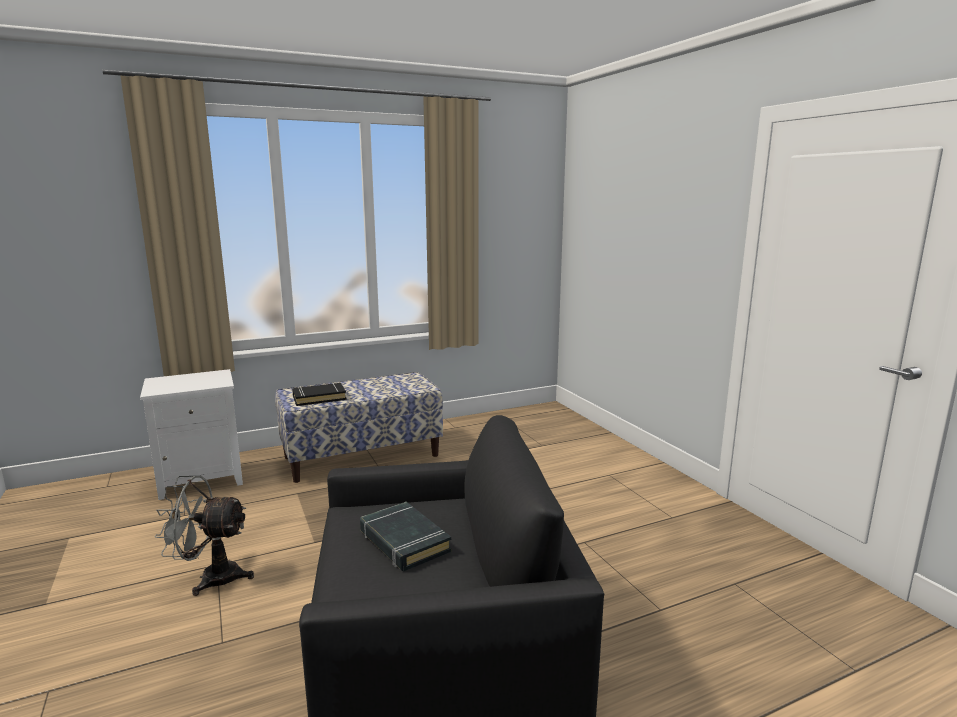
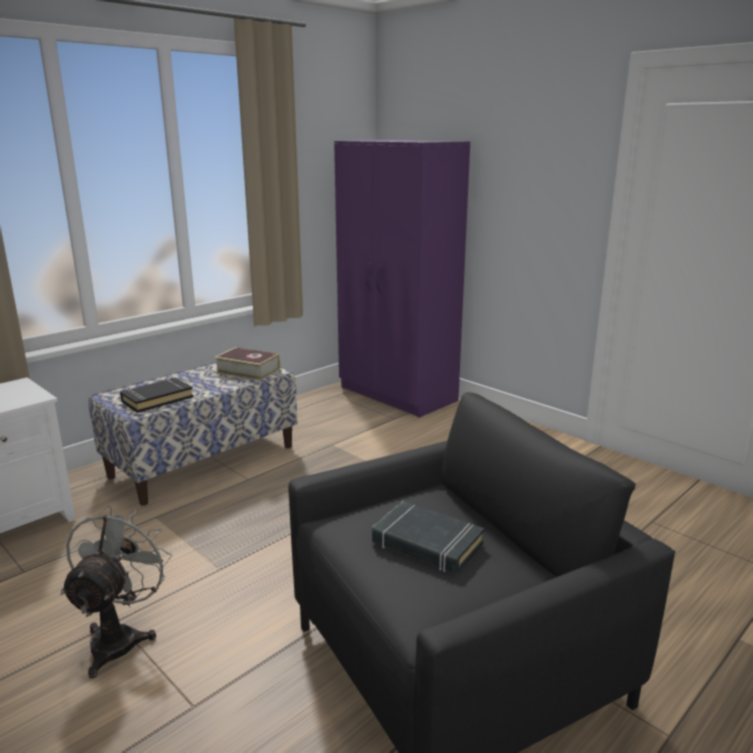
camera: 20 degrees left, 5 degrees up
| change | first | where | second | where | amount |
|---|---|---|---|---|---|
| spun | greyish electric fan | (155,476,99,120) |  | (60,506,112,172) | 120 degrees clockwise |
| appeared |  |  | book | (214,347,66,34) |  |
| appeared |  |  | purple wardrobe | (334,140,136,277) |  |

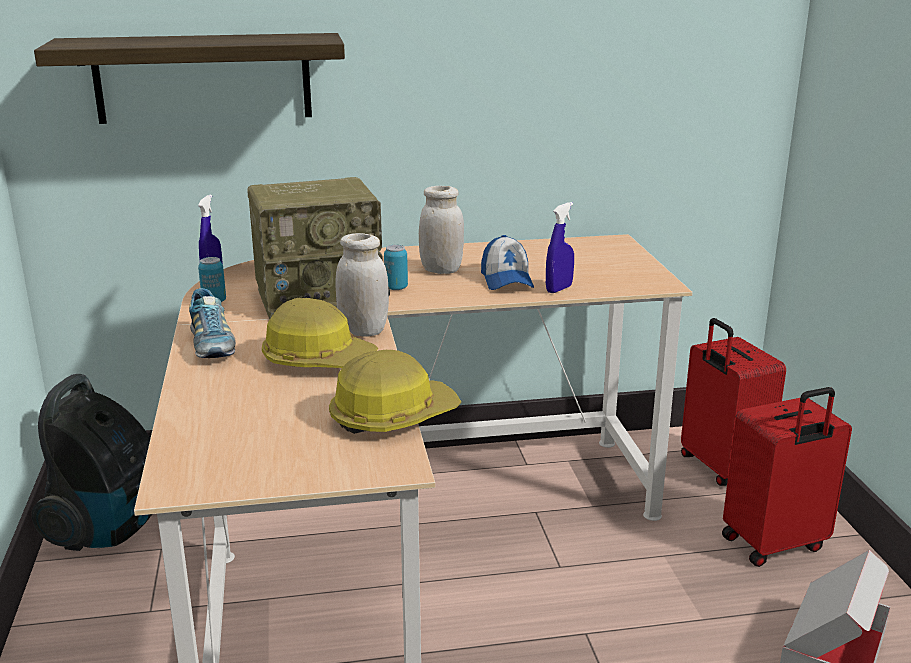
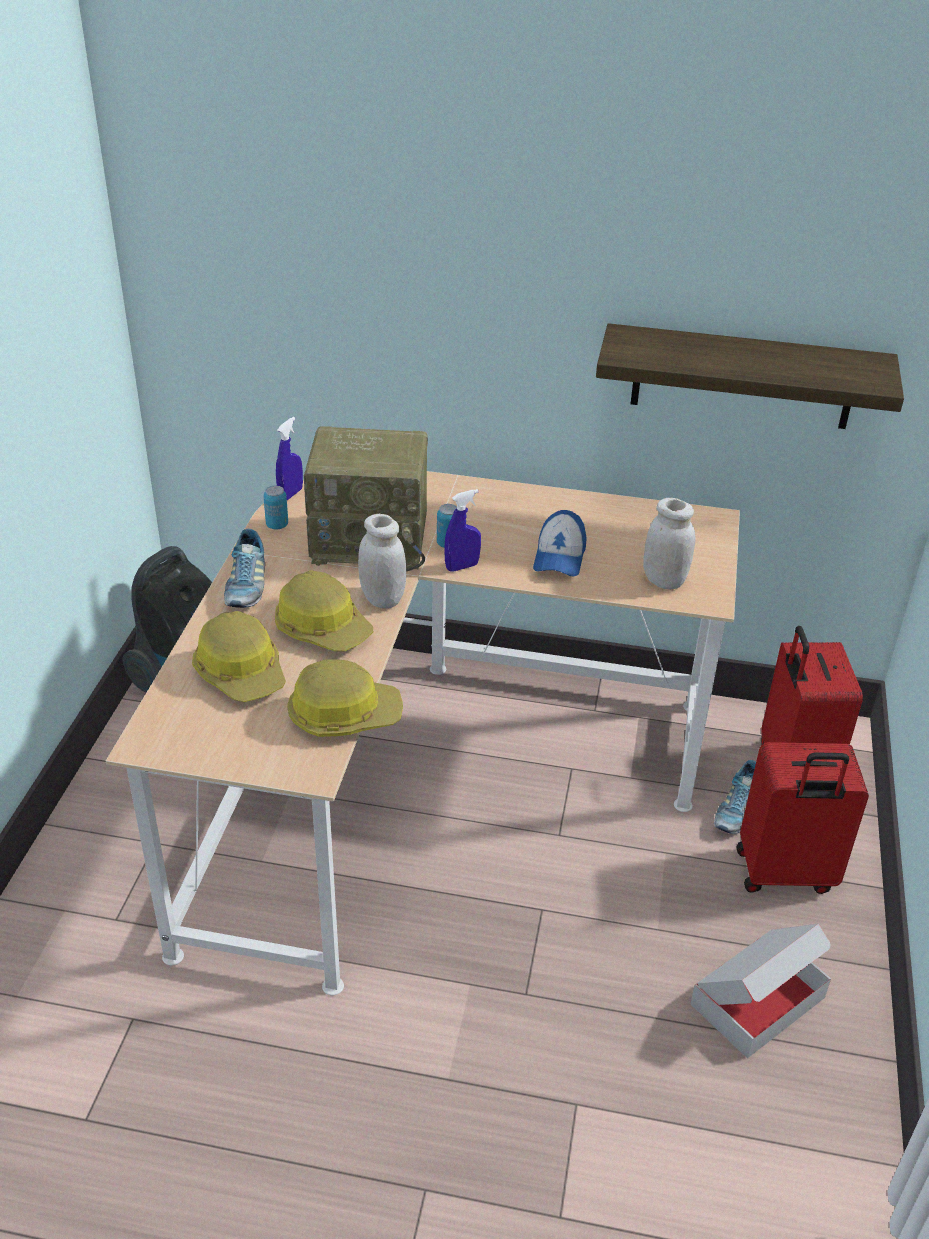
camera: 20 degrees right, 15 degrees up
| change | first | where | second | where | amount |
|---|---|---|---|---|---|
| appeared |  |  | hard hat | (192,611,94,91) |  |
| relocated | blue-coloured sprayer | (546,202,28,91) |  | (444,489,37,83) |  |
| relocated | shelf | (34,33,311,91) |  | (596,323,308,106) |  |
| relocated | white-coloured storage jar | (419,186,45,88) |  | (643,498,53,91) |  |
| appeared |  |  | low shoe | (714,760,42,74) |  |

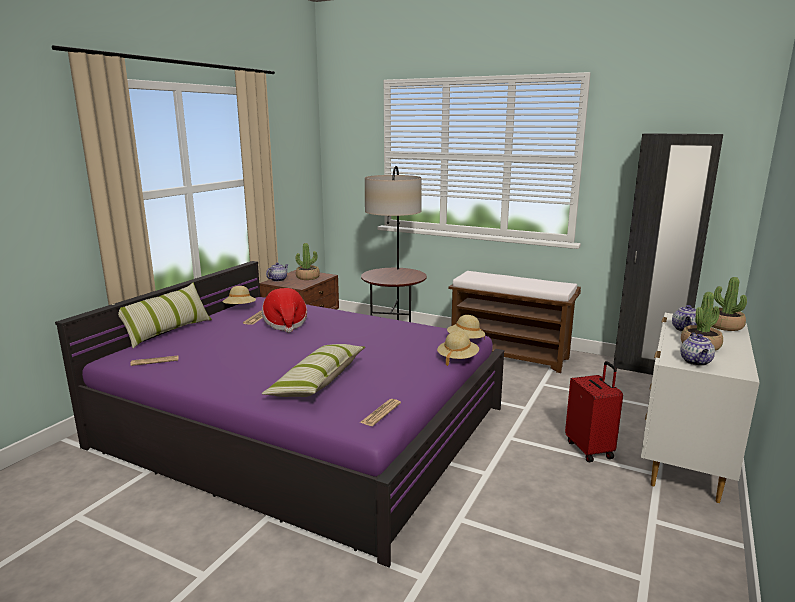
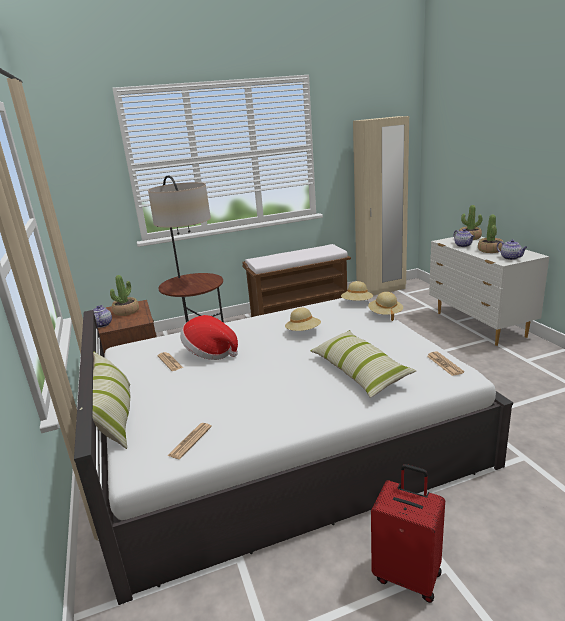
camera: 45 degrees left, 5 degrees up
| change | first | where | second | where | amount |
|---|---|---|---|---|---|
| colour | purple bed | (55,261,449,307) | white-coloured bed | (74,298,439,307) |  |
| relocated | beige hat | (222,286,34,18) |  | (285,308,36,23) |  |
| colour | blackish wardrobe | (613,133,110,242) | beige wardrobe | (353,116,56,179) |  |
| relocated | reddish travel case | (565,361,58,101) |  | (371,464,74,139) |  |

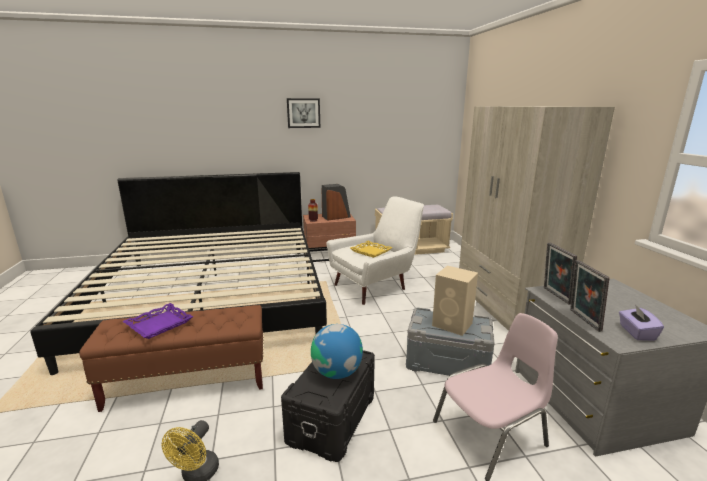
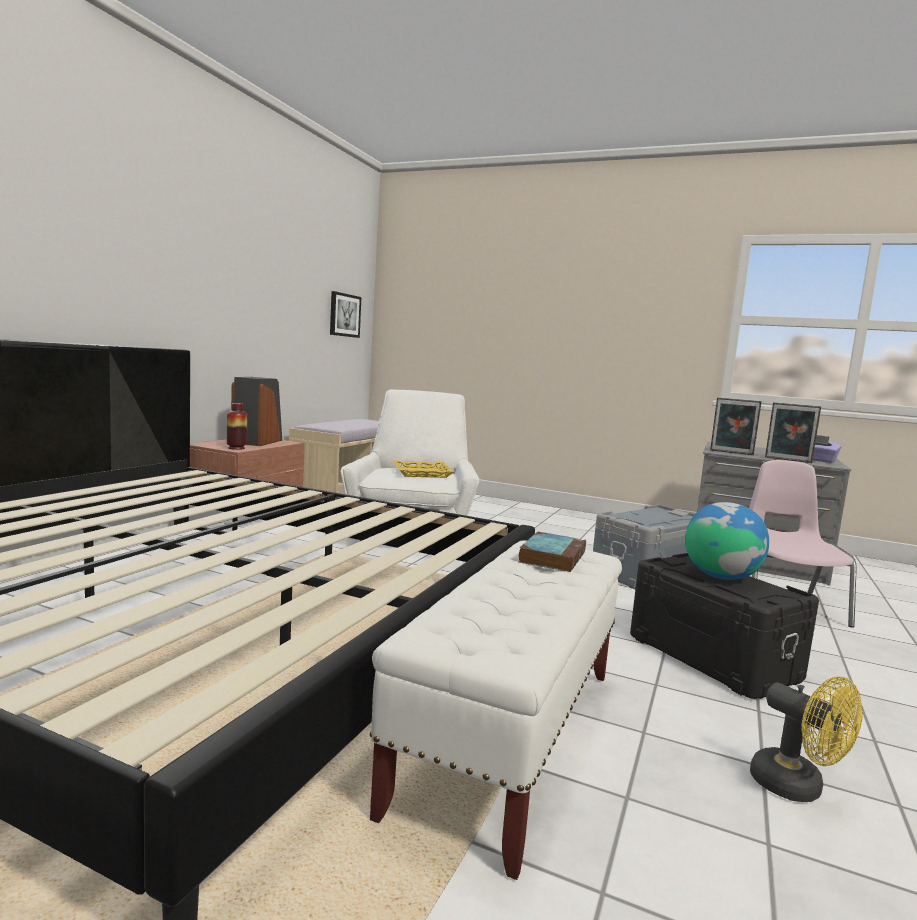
camera: 55 degrees left, 10 degrees down
| change | first | where | second | where | amount |
|---|---|---|---|---|---|
| relocated | wall art | (287,98,33,30) |  | (330,291,31,47) |  |
| colour | brown-coloured indoor bench | (79,305,184,107) | white-coloured indoor bench | (370,540,252,340) |  |
| appeared |  |  | book | (519,532,67,40) |  |
| missing | purple tray | (123,303,70,36) |  |  |  |
| missing | beige loudspeaker | (432,266,46,70) |  |  |  |
| missing | beige wardrobe | (459,106,156,225) |  |  |  |

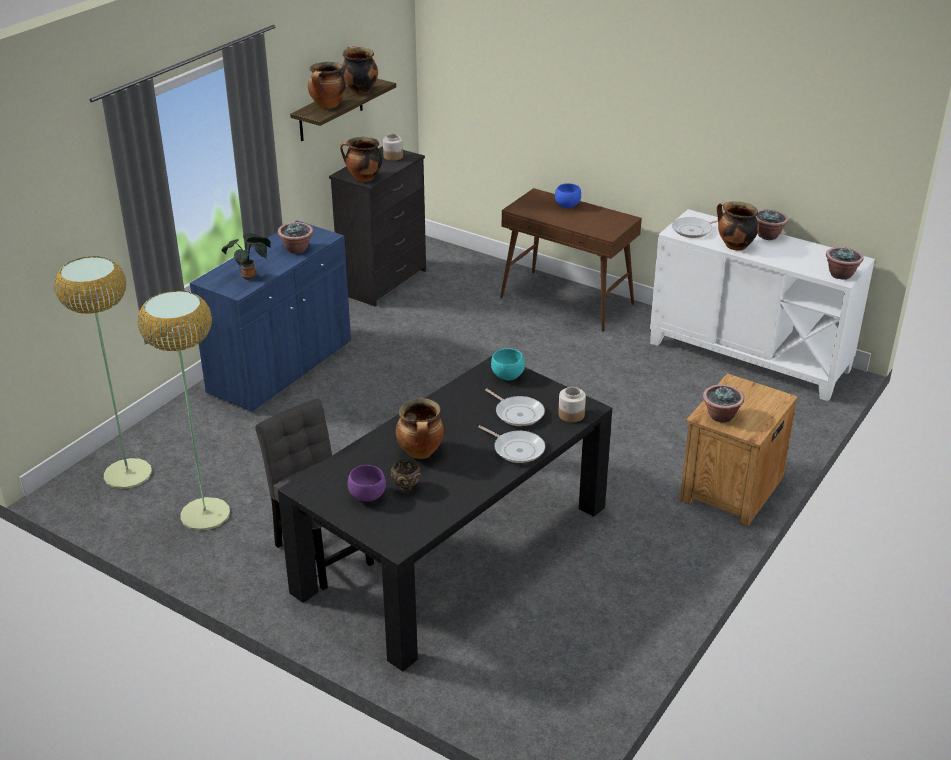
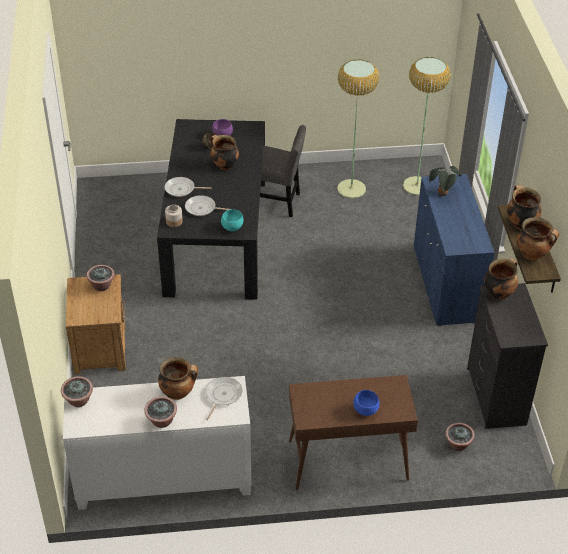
camera: 140 degrees right, 10 degrees up
| change | first | where | second | where | amount |
|---|---|---|---|---|---|
| relocated | houseplant | (278,222,35,32) |  | (445,423,30,28) |  |
| missing | storage jar | (383,134,20,27) |  |  |  |

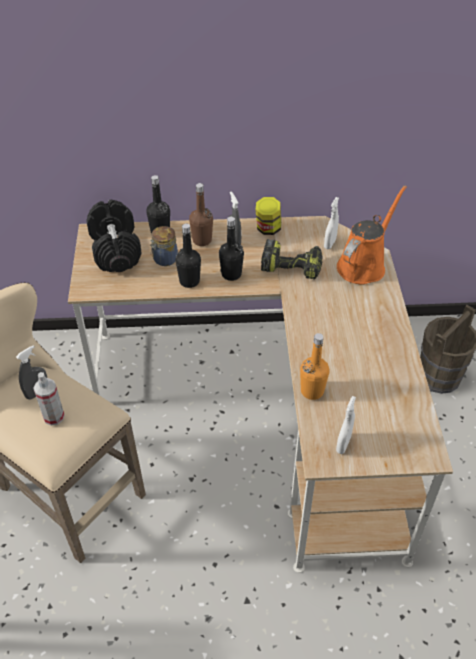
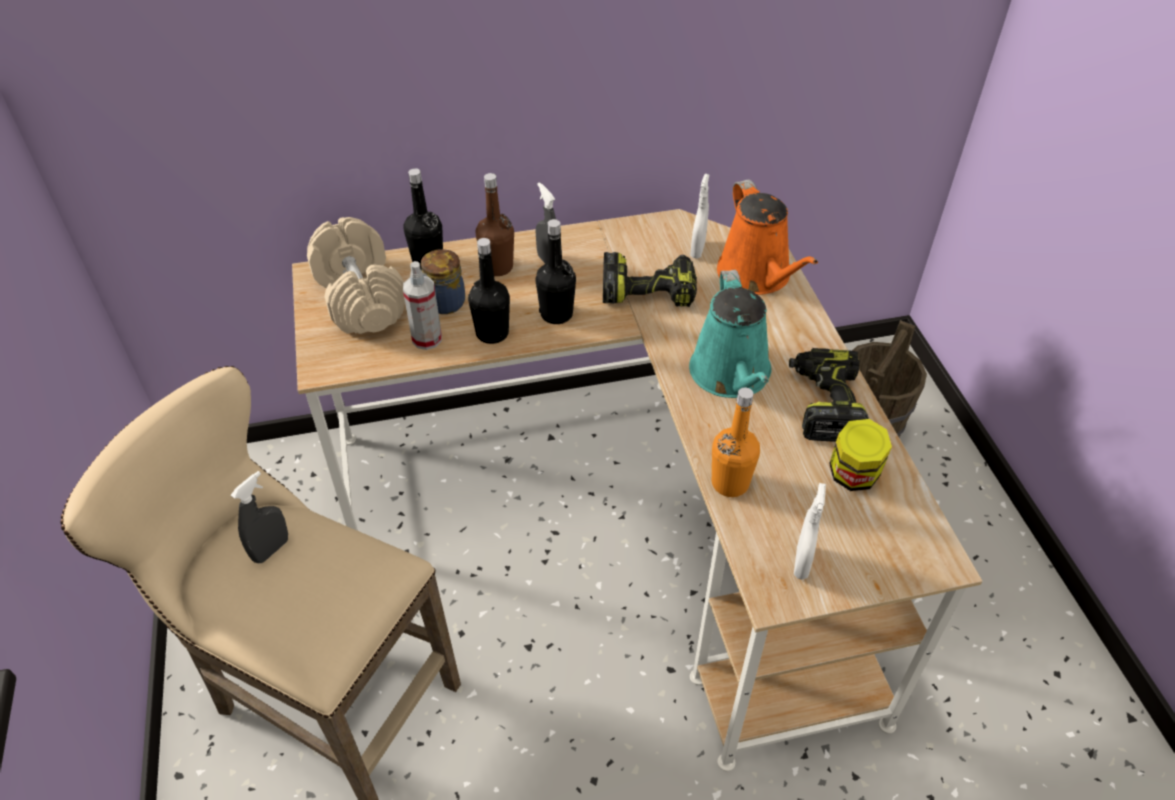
camera: 10 degrees left, 0 degrees up
| change | first | where | second | where | amount |
|---|---|---|---|---|---|
| colour | blackish hand weight | (86,200,56,72) | beige hand weight | (307,217,98,117) |  |
| relocated | sprayer | (33,372,32,54) |  | (403,261,39,89) |  |
| appeared |  |  | blue-green watering can | (689,270,83,128) |  |
| spun | orange-coloured watering can | (337,185,70,100) |  | (717,179,101,116) | 135 degrees clockwise |
| appeared |  |  | drill | (789,348,80,94) |  |
| relocated | storage jar | (255,197,26,38) |  | (829,419,63,72) |  |

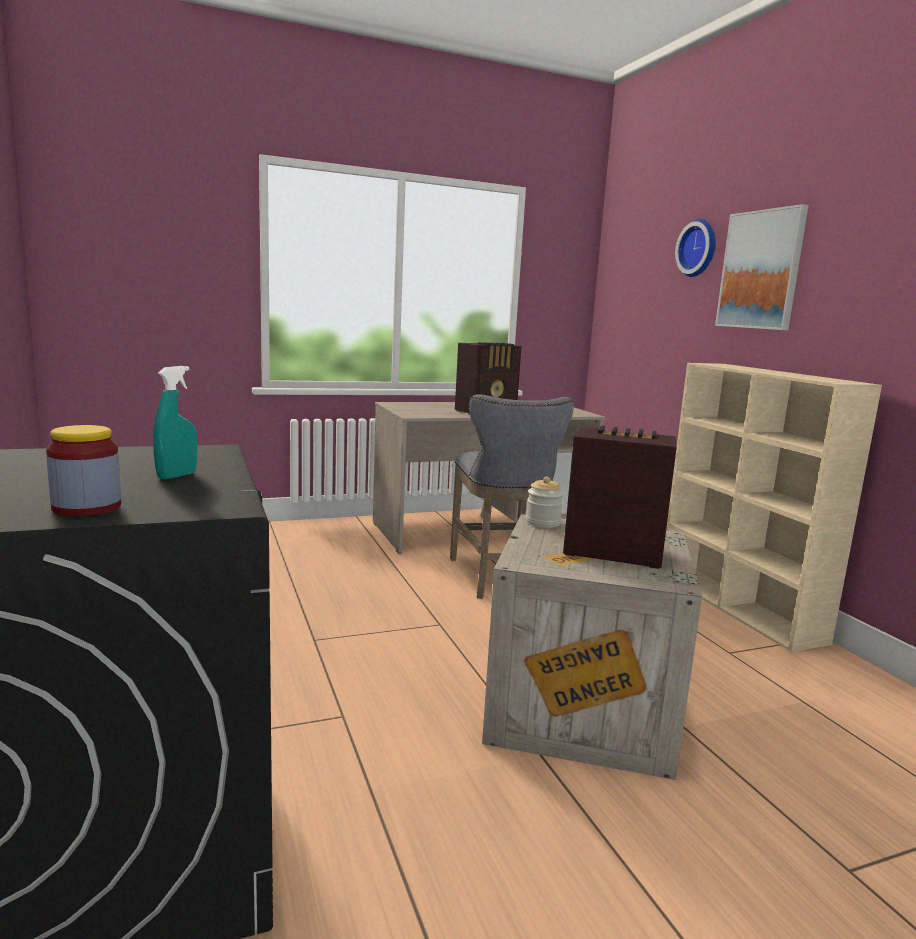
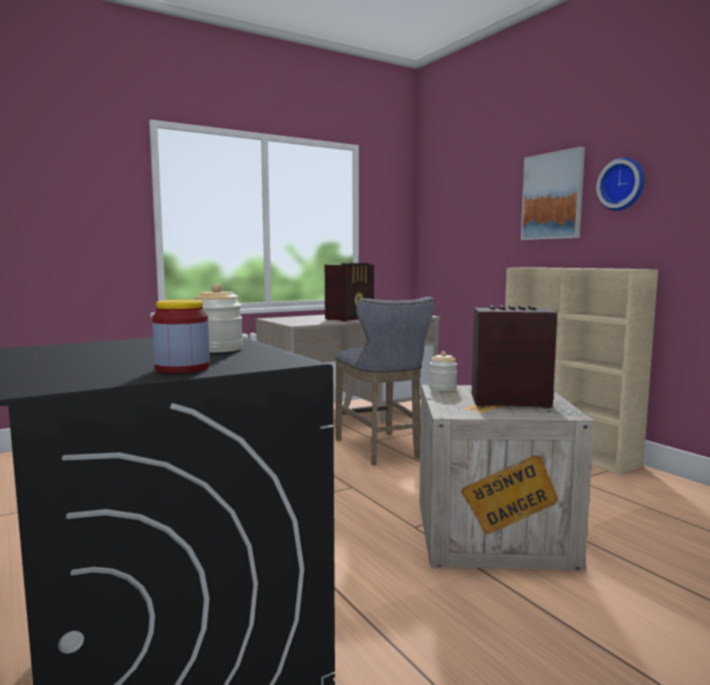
camera: 10 degrees left, 5 degrees down
| change | first | where | second | where | amount |
|---|---|---|---|---|---|
| exchanged | blue-green sprayer | (153,366,44,114) | storage jar | (195,283,48,70) |  |
| relocated | clock on the wall | (675,219,41,58) |  | (596,157,49,54) |  |

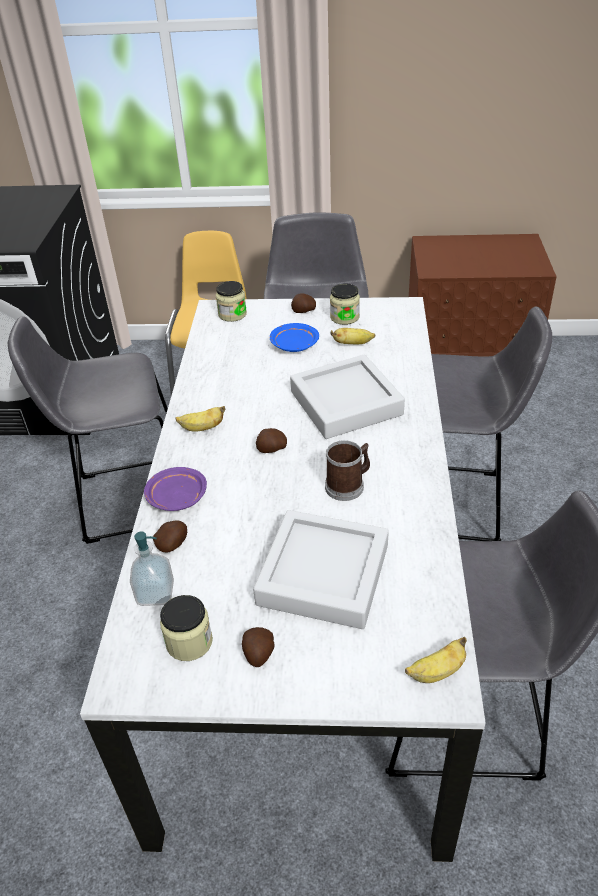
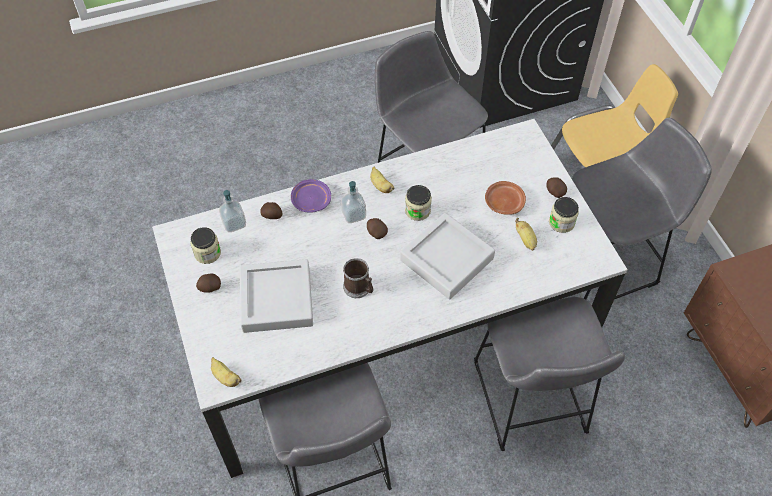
camera: 65 degrees right, 15 degrees up
| change | first | where | second | where | amount |
|---|---|---|---|---|---|
| appeared |  |  | soap bottle | (341,181,25,42) |  |
| relocated | storage jar | (216,281,31,41) |  | (405,185,27,36) |  |
| colour | blue-coloured plate | (270,323,49,29) | brown-coloured plate | (485,181,41,34) |  |

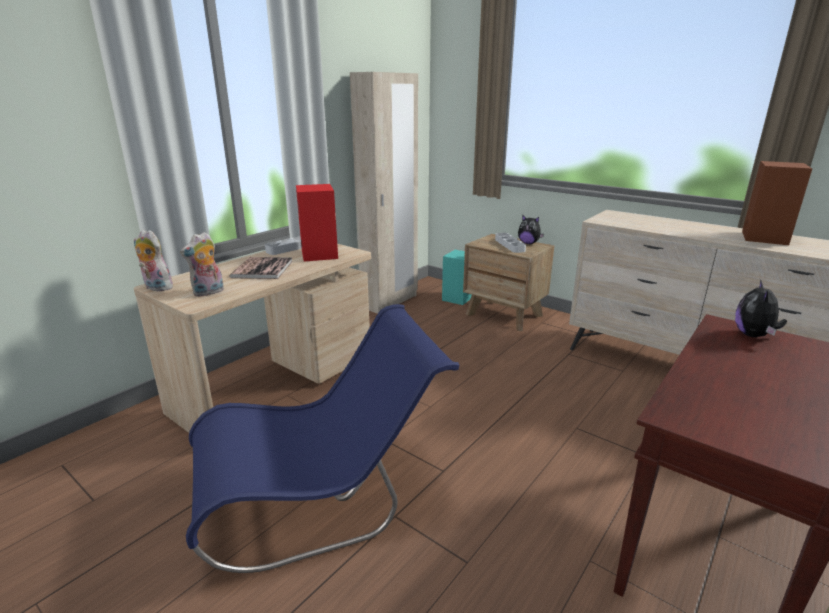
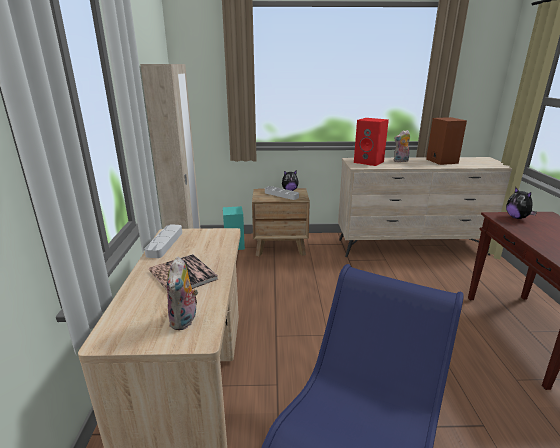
camera: 40 degrees left, 0 degrees up
| change | first | where | second | where | amount |
|---|---|---|---|---|---|
| relocated | reddish loudspeaker | (296,184,42,78) |  | (354,118,35,48) |  |
| relocated | cuddly toy | (134,230,39,61) |  | (394,130,16,32) |  |

